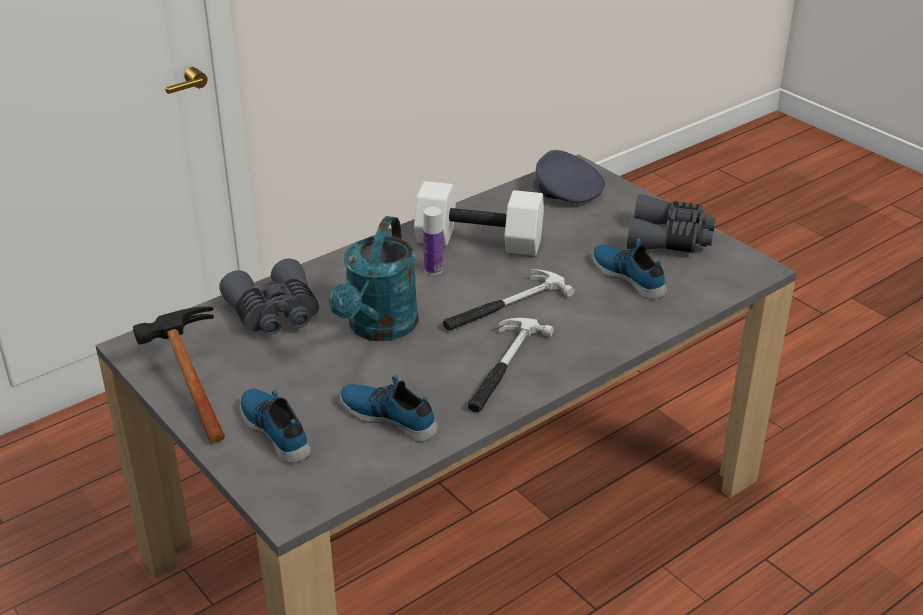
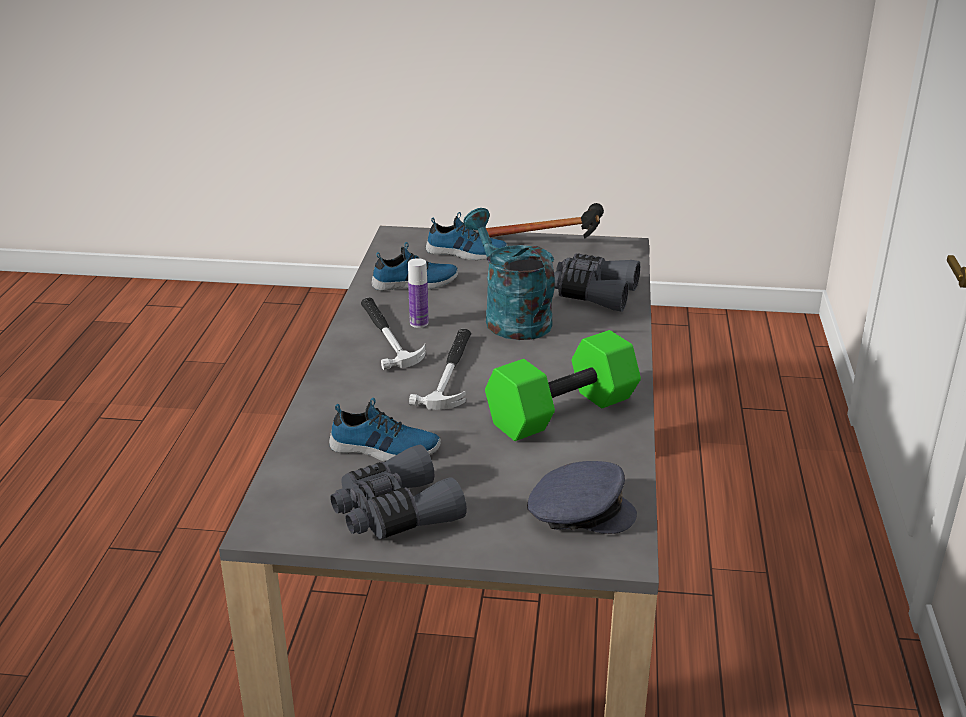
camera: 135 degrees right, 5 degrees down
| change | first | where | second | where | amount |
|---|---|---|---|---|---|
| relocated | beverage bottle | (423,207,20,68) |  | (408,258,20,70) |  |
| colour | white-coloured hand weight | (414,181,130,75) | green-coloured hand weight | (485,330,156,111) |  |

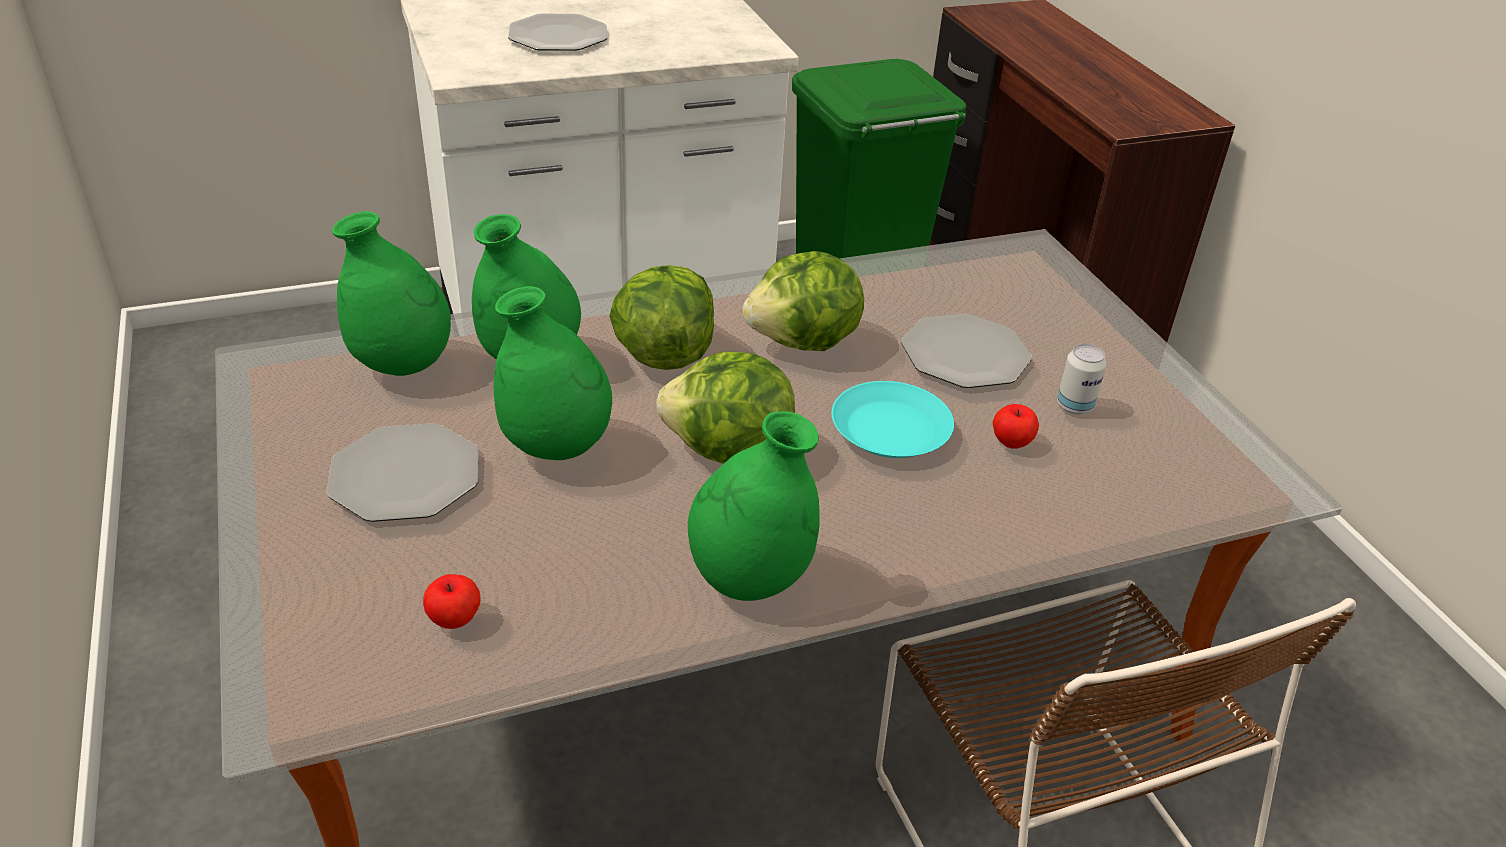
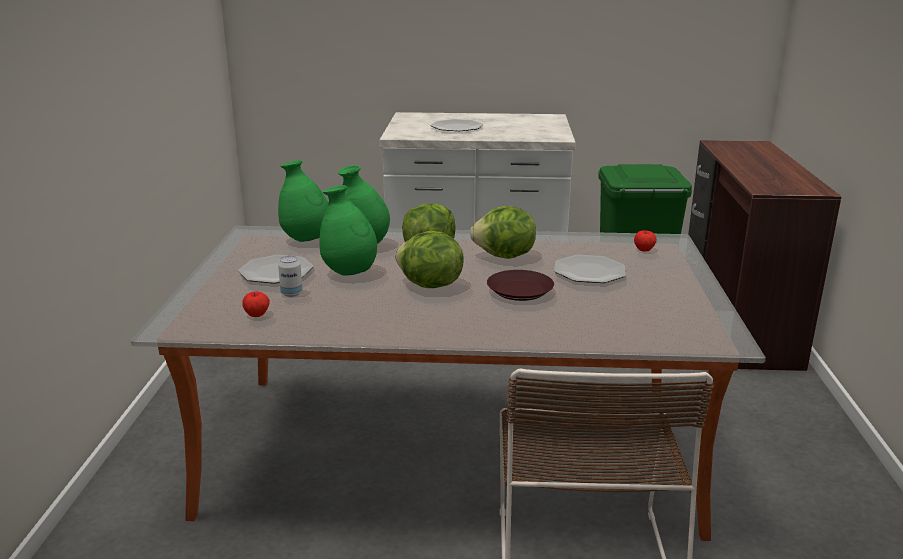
camera: 25 degrees right, 15 degrees down
| change | first | where | second | where | amount |
|---|---|---|---|---|---|
| relocated | sealed can | (1057,344,50,70) |  | (278,256,25,41) |  |
| colour | blue-green plate | (832,381,122,77) | brown-coloured plate | (487,270,67,31) |  |
| relocated | apple | (993,404,46,45) |  | (634,230,23,22) |  |
| missing | green-coloured vase | (688,411,132,190) |  |  |  |

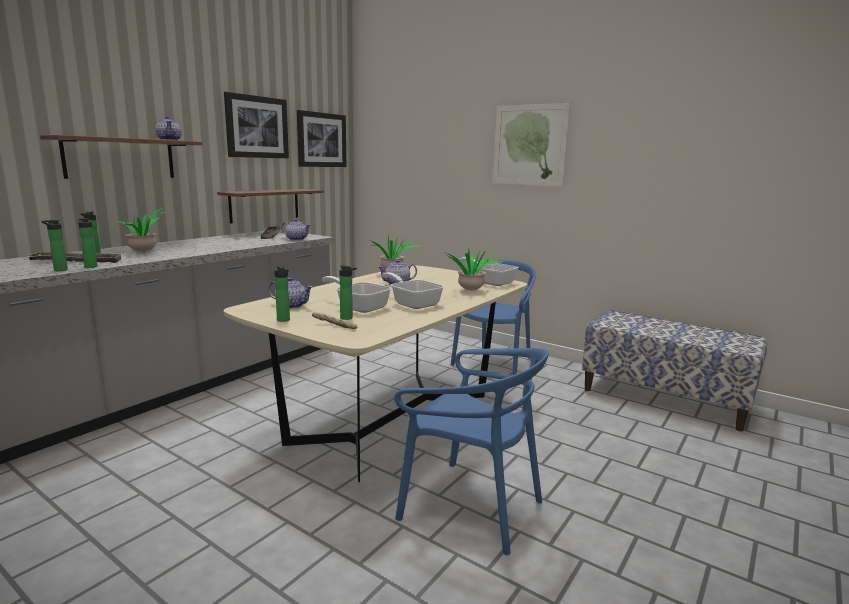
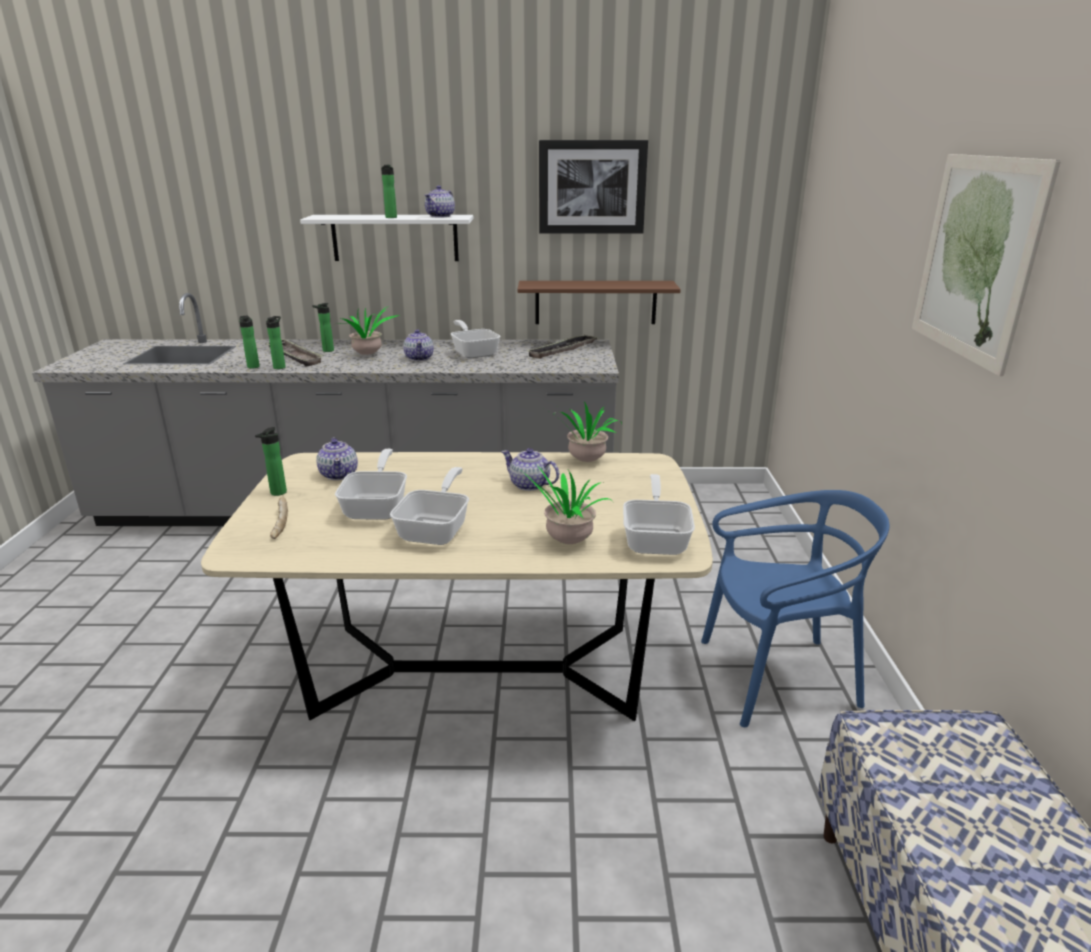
camera: 55 degrees right, 10 degrees up
| change | first | where | second | where | amount |
|---|---|---|---|---|---|
| colour | brown-coloured shelf | (40,135,162,44) | white-coloured shelf | (300,215,173,46) |  |
| relocated | beverage bottle | (339,265,18,55) |  | (381,165,16,53) |  |
| relocated | pot for tea | (282,219,29,22) |  | (403,330,31,31) |  |
| appeared |  |  | skillet | (451,320,50,38) |  |
| missing | wall art | (297,110,49,57) |  |  |  |
| missing | blue-coloured upright chair | (394,348,155,207) |  |  |  |

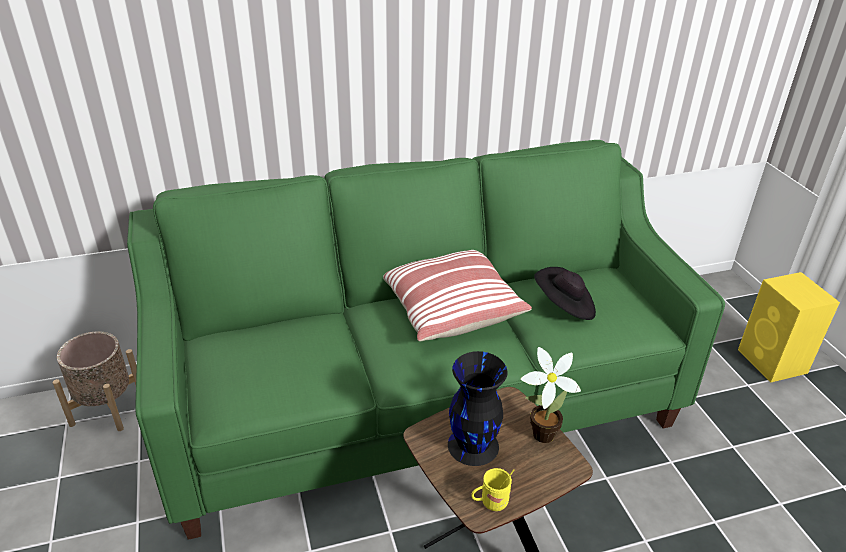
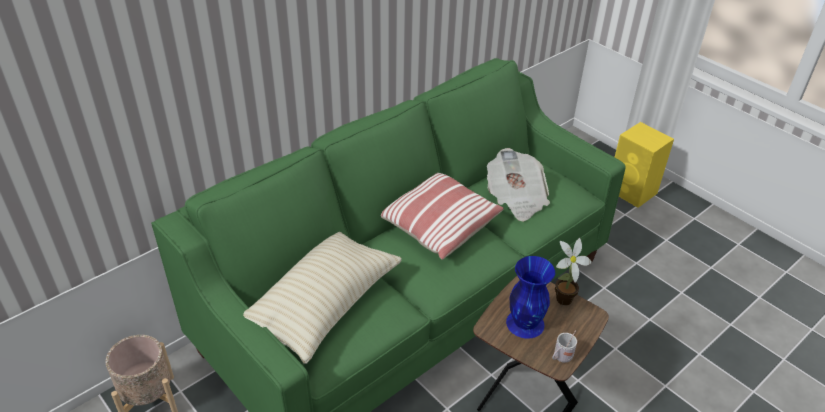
camera: 25 degrees left, 5 degrees up
| change | first | where | second | where | amount |
|---|---|---|---|---|---|
| appeared |  |  | beige throw pillow | (243,232,159,132) |  |
| exchanged | blackish hat | (534,267,62,53) | daily paper | (487,148,63,74) |  |
| colour | blackish vase | (448,351,60,115) | blue-coloured vase | (506,256,49,83) |  |
| colour | yellow tea mug | (471,468,43,43) | white-coloured tea mug | (552,330,25,33) |  |

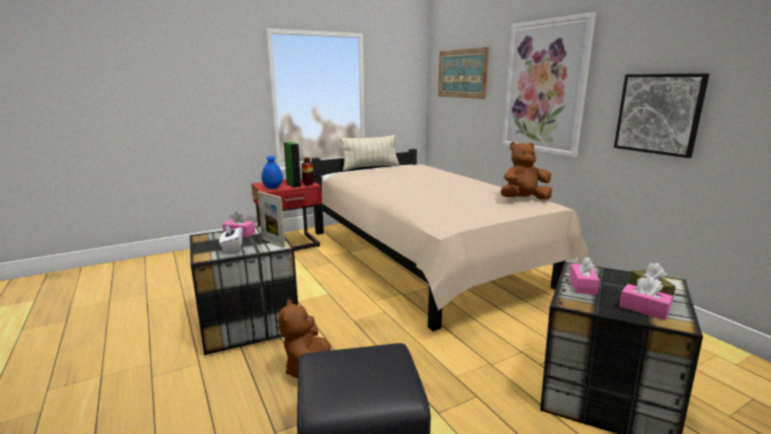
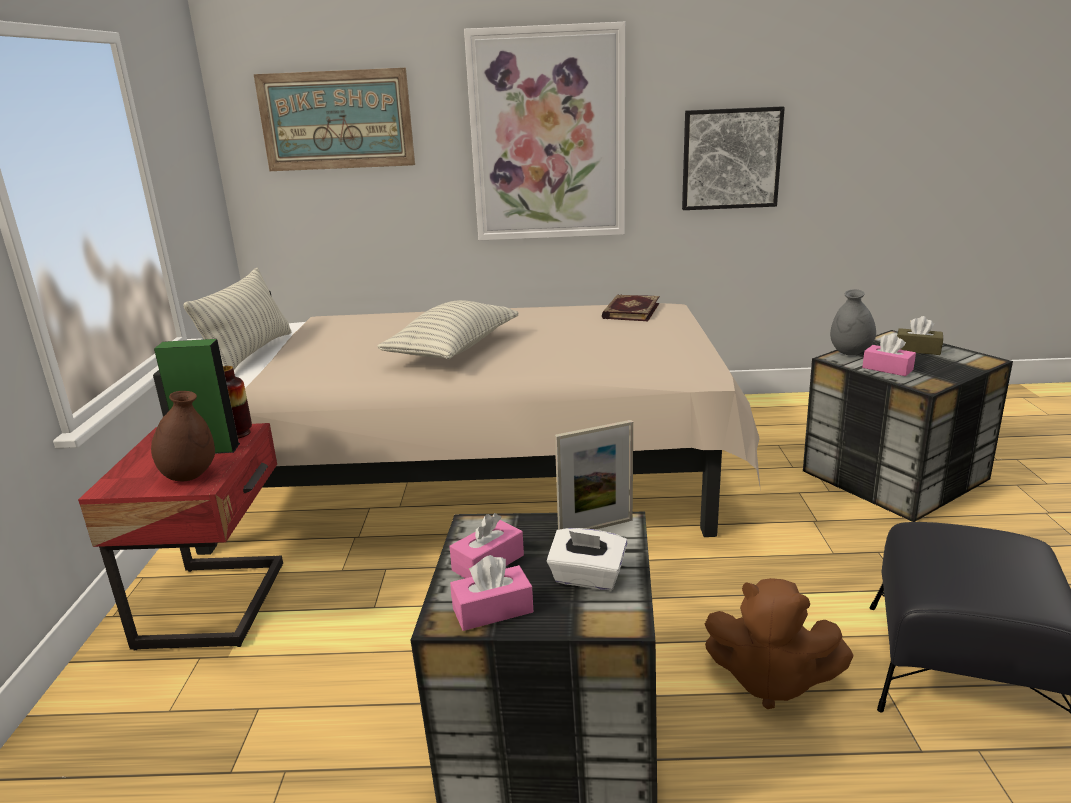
camera: 60 degrees left, 5 degrees up
| change | first | where | second | where | amount |
|---|---|---|---|---|---|
| colour | blue-coloured vase | (261,156,22,33) | brown-coloured vase | (151,391,64,90) |  |
| appeared |  |  | throw pillow | (377,300,141,59) |  |
| relocated | pink-coloured tissue holder | (619,277,54,43) |  | (450,555,83,76) |  |
| exchanged | brown-coloured cuddly toy | (501,142,51,58) | book | (602,294,57,27) |  |
| appeared |  |  | greyish vase | (830,289,46,66) |  |

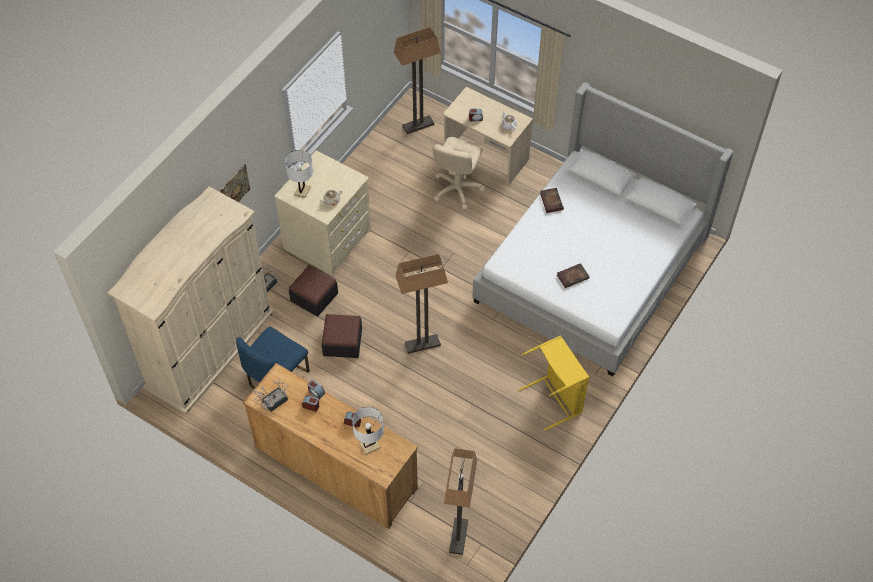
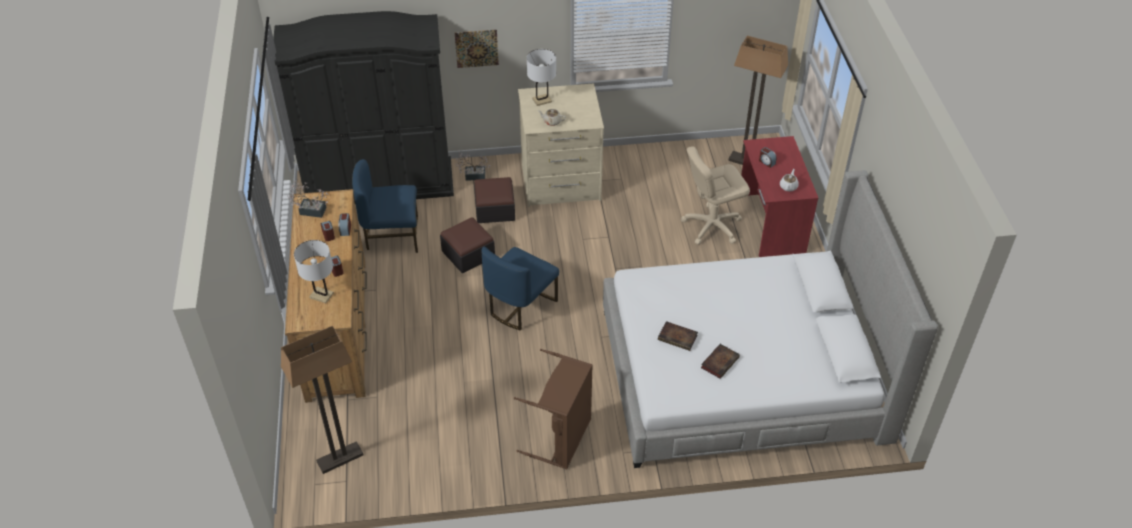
camera: 50 degrees right, 10 degrees down
| change | first | where | second | where | amount |
|---|---|---|---|---|---|
| colour | beige wardrobe | (108,187,166,228) | blackish wardrobe | (273,11,181,193) |  |
| exchanged | floor lamp | (395,254,53,100) | blue-coloured upright chair | (482,247,77,84) |  |
| colour | yellow laundry basket | (518,335,71,96) | brown-coloured laundry basket | (514,349,79,120) |  |
| relocated | book | (540,188,24,25) |  | (701,344,39,35) |  |
| colour | beige desk unit | (443,87,90,99) | reddish desk unit | (741,136,77,121) |  |

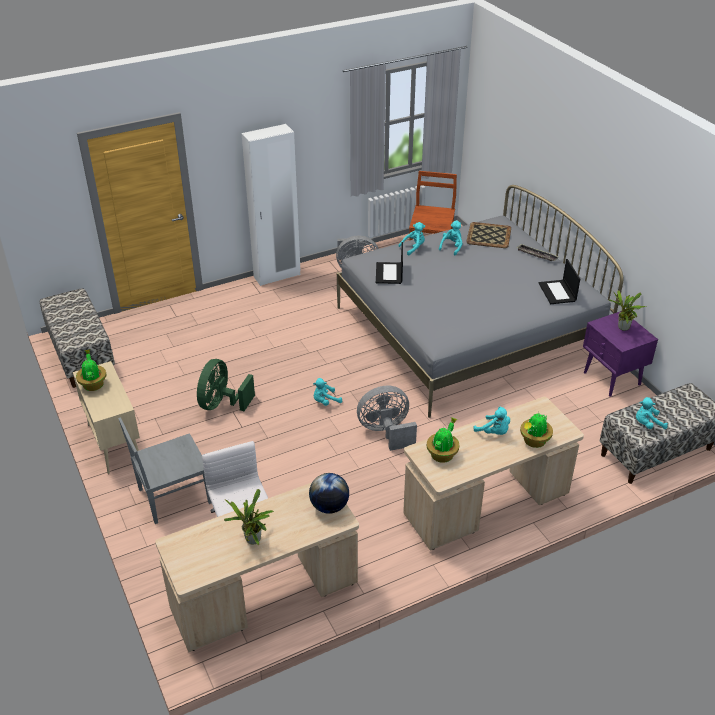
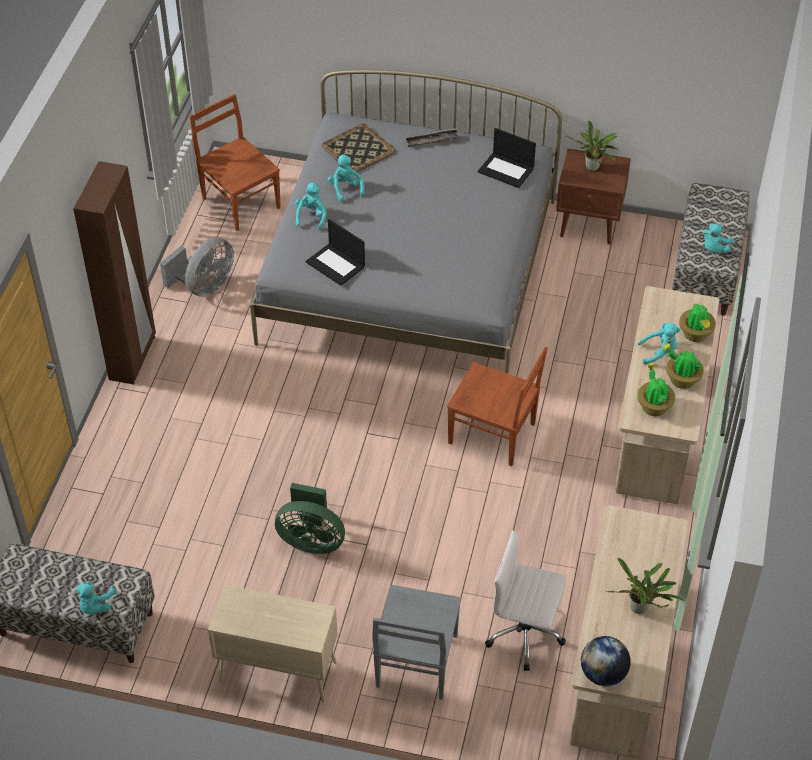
camera: 50 degrees left, 10 degrees up
| change | first | where | second | where | amount |
|---|---|---|---|---|---|
| colour | white-coloured wardrobe | (242,124,58,162) | brown-coloured wardrobe | (73,161,83,224) |  |
| relocated | blue-green cuddly toy | (313,378,29,28) |  | (76,581,40,33) |  |
| spun | green-coloured electric fan | (197,359,58,52) |  | (275,483,70,71) | 45 degrees counterclockwise |
| exchanged | greyish electric fan | (357,386,60,65) | brown-coloured upright chair | (447,347,101,119) |  |
| colour | purple bedside table | (583,311,75,86) | brown-coloured bedside table | (556,149,75,96) |  |
| relocated | globe | (309,473,40,41) |  | (581,636,50,50) |  |
| relocated | houseplant | (76,349,30,42) |  | (662,343,42,46) |  |

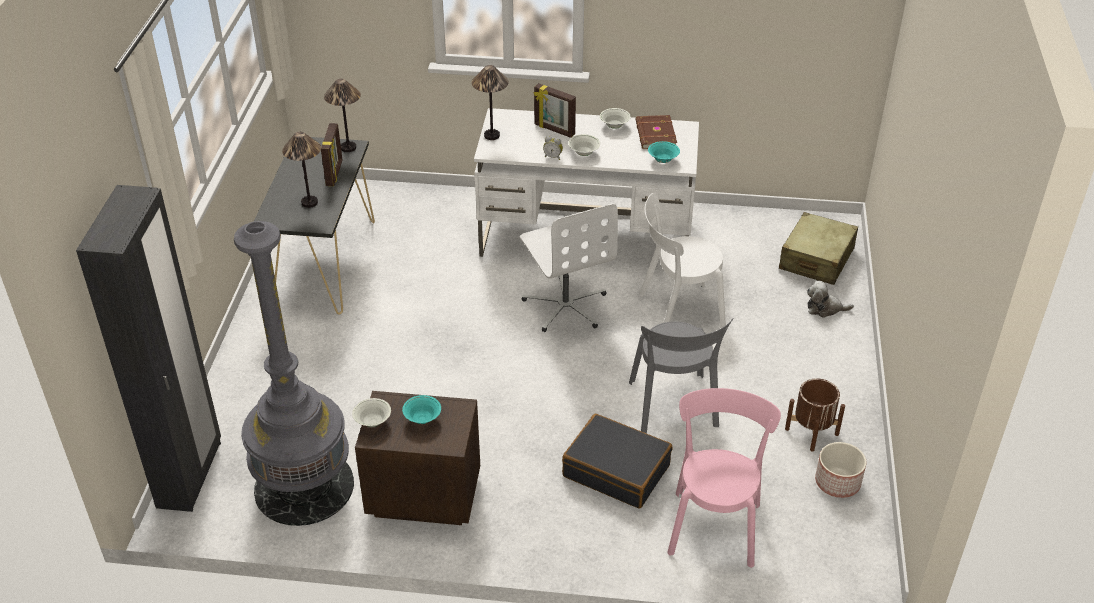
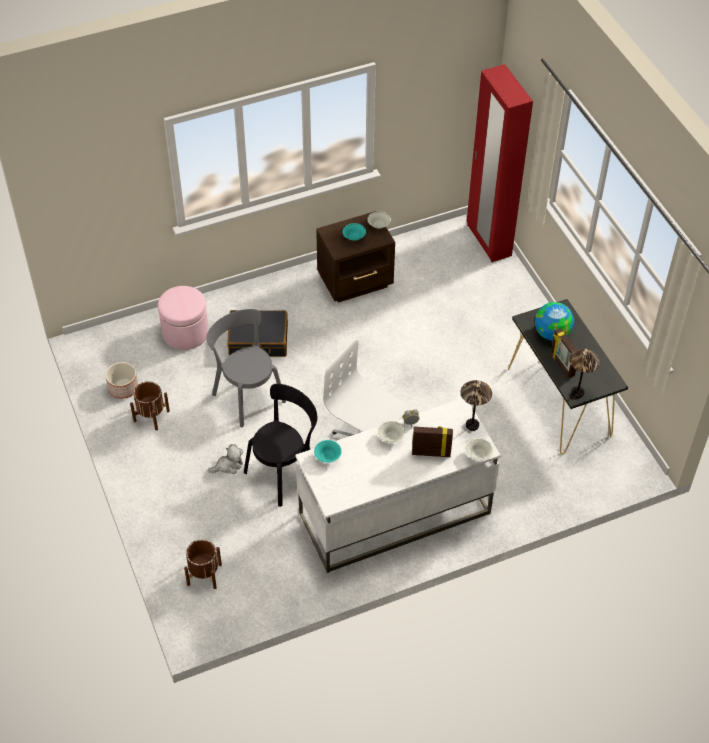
camera: 150 degrees right, 10 degrees up
| change | first | where | second | where | amount |
|---|---|---|---|---|---|
| exchanged | pink-coloured upright chair | (667,388,114,180) | pink-coloured pouffe | (158,286,51,64) |  |
| exchanged | beige travel case | (779,212,79,73) | brown-coloured flower pot | (184,539,38,50) |  |
| relocated | cuddly toy | (807,281,47,37) |  | (208,444,35,30) |  |
| colour | white-coloured upright chair | (639,193,87,136) | blackish upright chair | (244,384,73,123) |  |
| relocated | white-coloured deep dish | (600,108,31,21) |  | (466,438,27,23) |  |
| colour | blackish wardrobe | (76,185,145,327) | reddish wardrobe | (467,64,66,198) |  |
| exchanged | table lamp | (282,132,39,76) | globe | (535,302,39,39) |  |
| missing | greyish floor lamp | (234,221,120,305) |  |  |  |
| missing | brown-coloured book | (636,115,41,34) |  |  |  |

